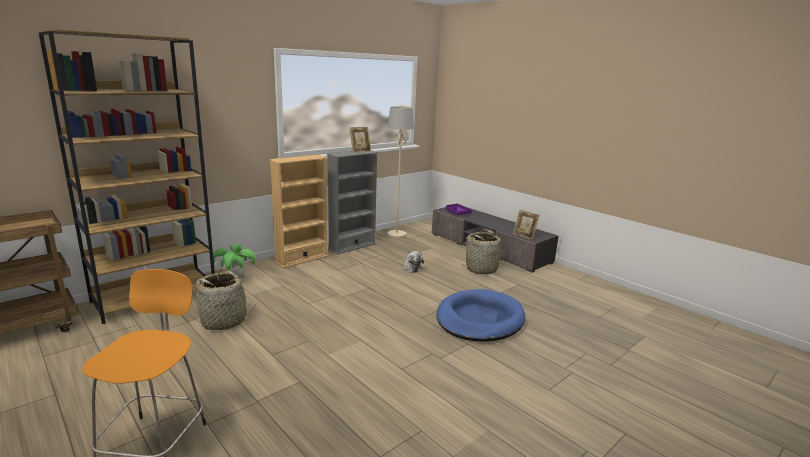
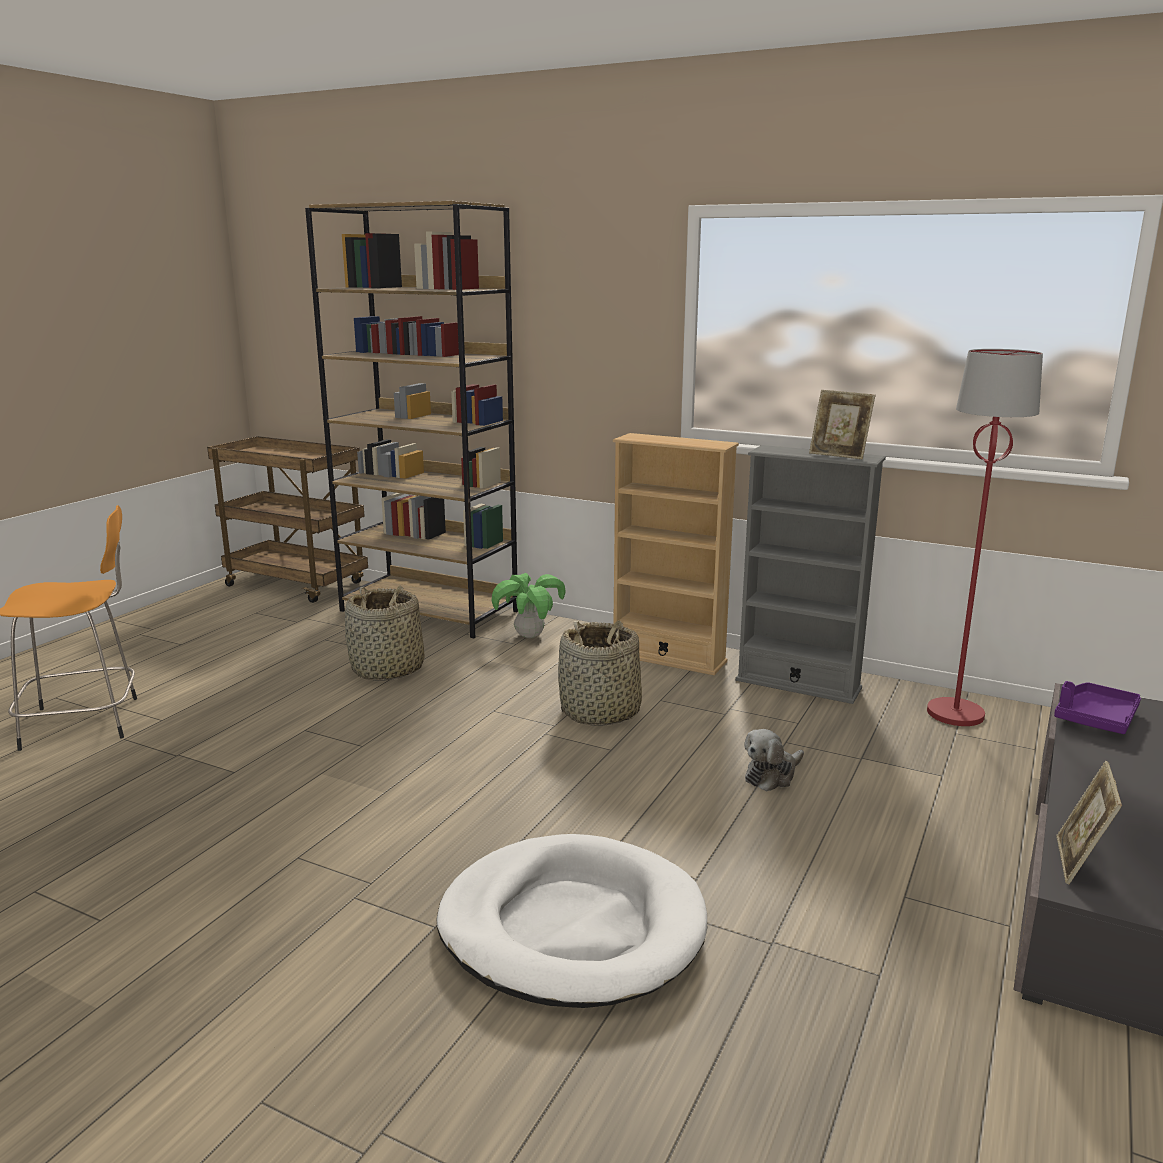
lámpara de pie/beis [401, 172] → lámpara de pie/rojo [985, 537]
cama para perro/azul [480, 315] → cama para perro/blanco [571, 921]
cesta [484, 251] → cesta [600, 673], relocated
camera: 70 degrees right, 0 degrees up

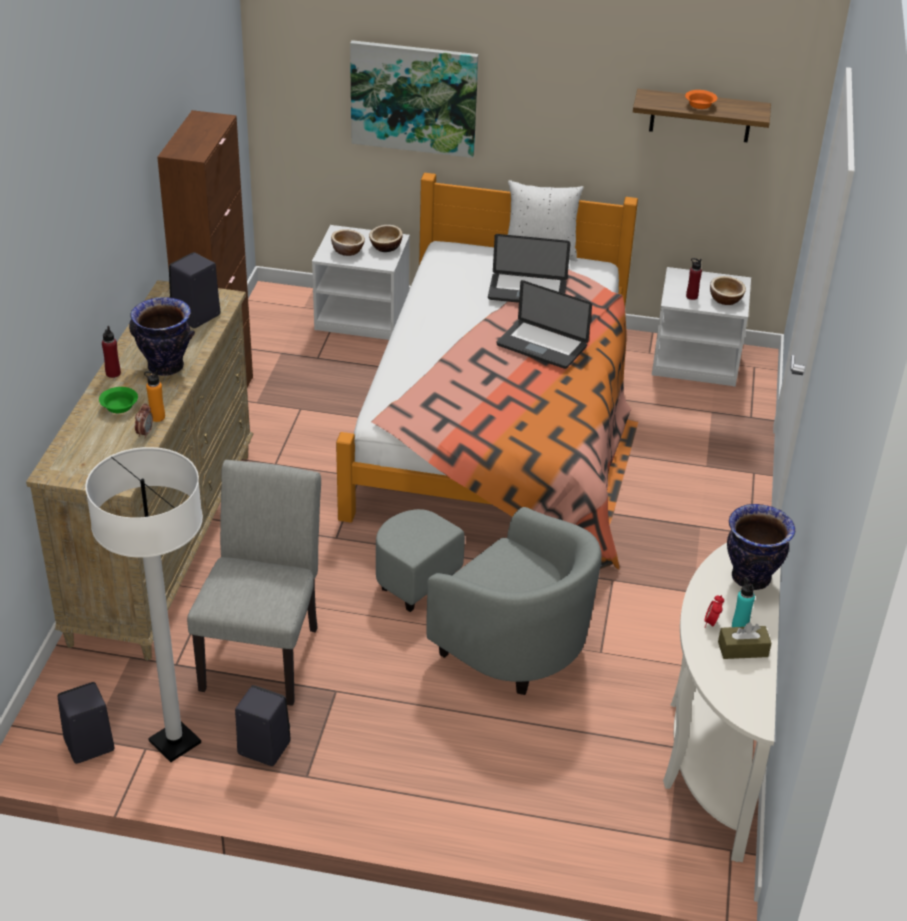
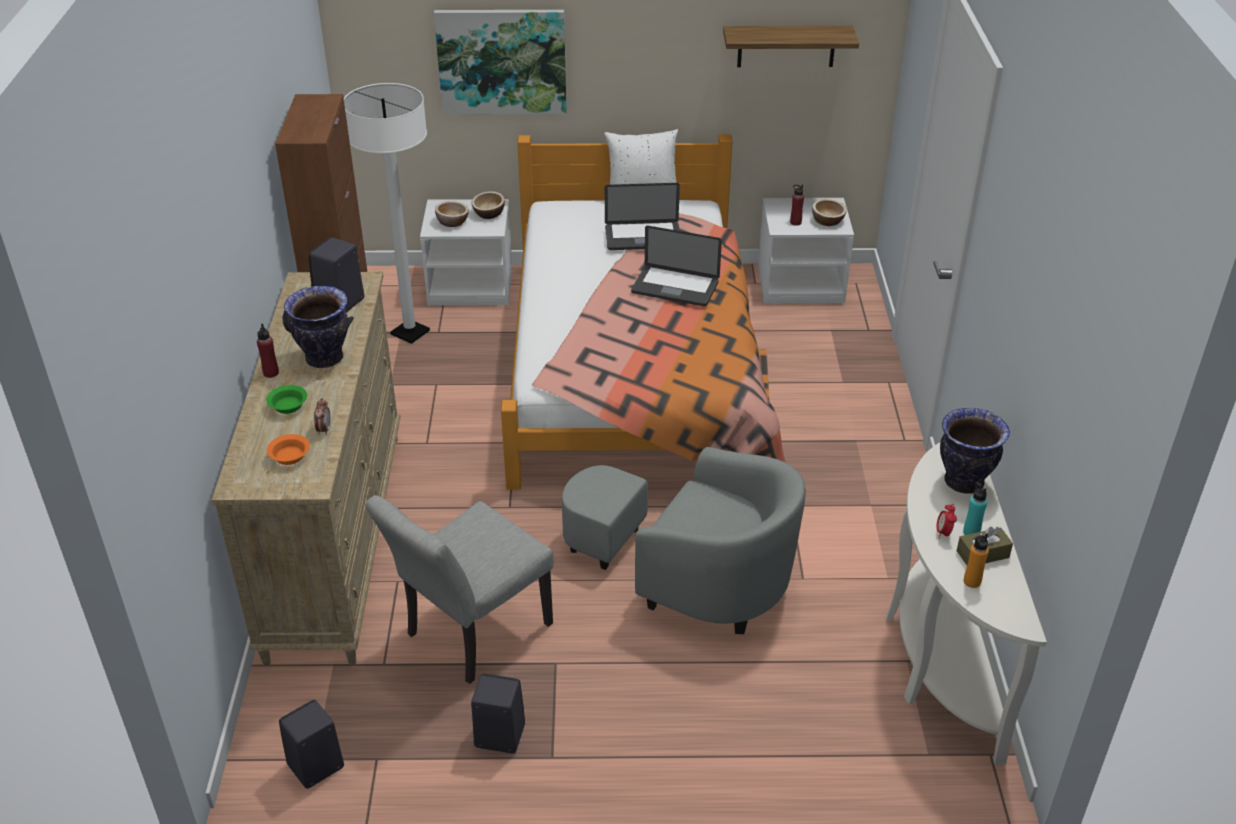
lámpara de pie/blanco [144, 604] → lámpara de pie/blanco [387, 213], relocated
botella/naranja [154, 396] → botella/naranja [976, 560], relocated
silla/gris [254, 583] → silla/gris [459, 589], 135 degrees counterclockwise
cuenco/naranja [701, 99] → cuenco/naranja [288, 449], relocated
camera: 10 degrees left, 0 degrees up

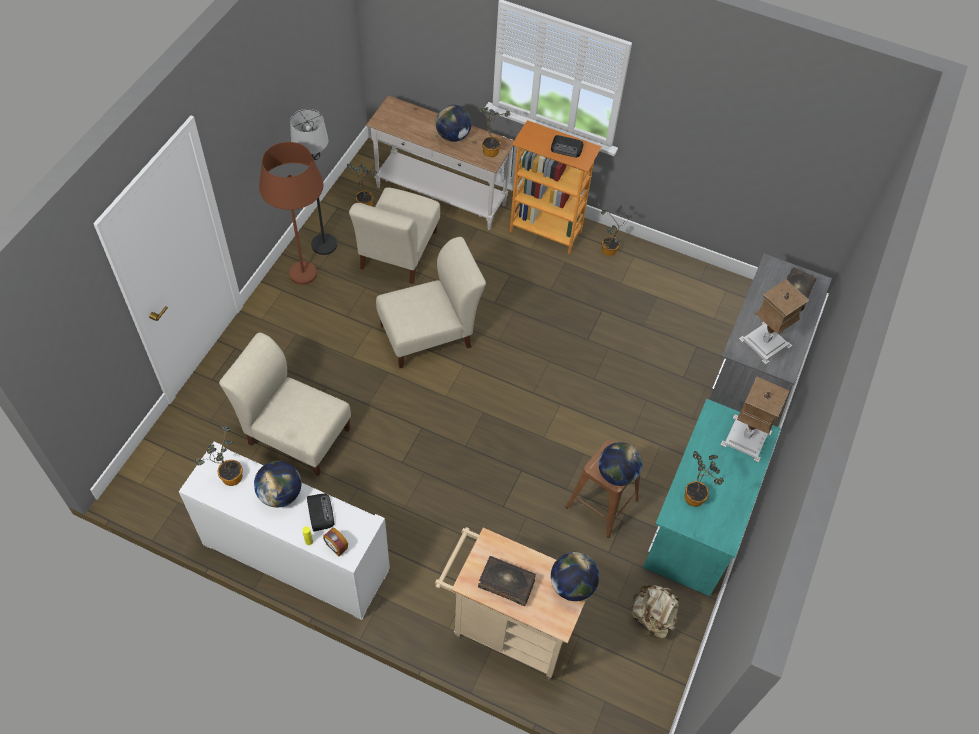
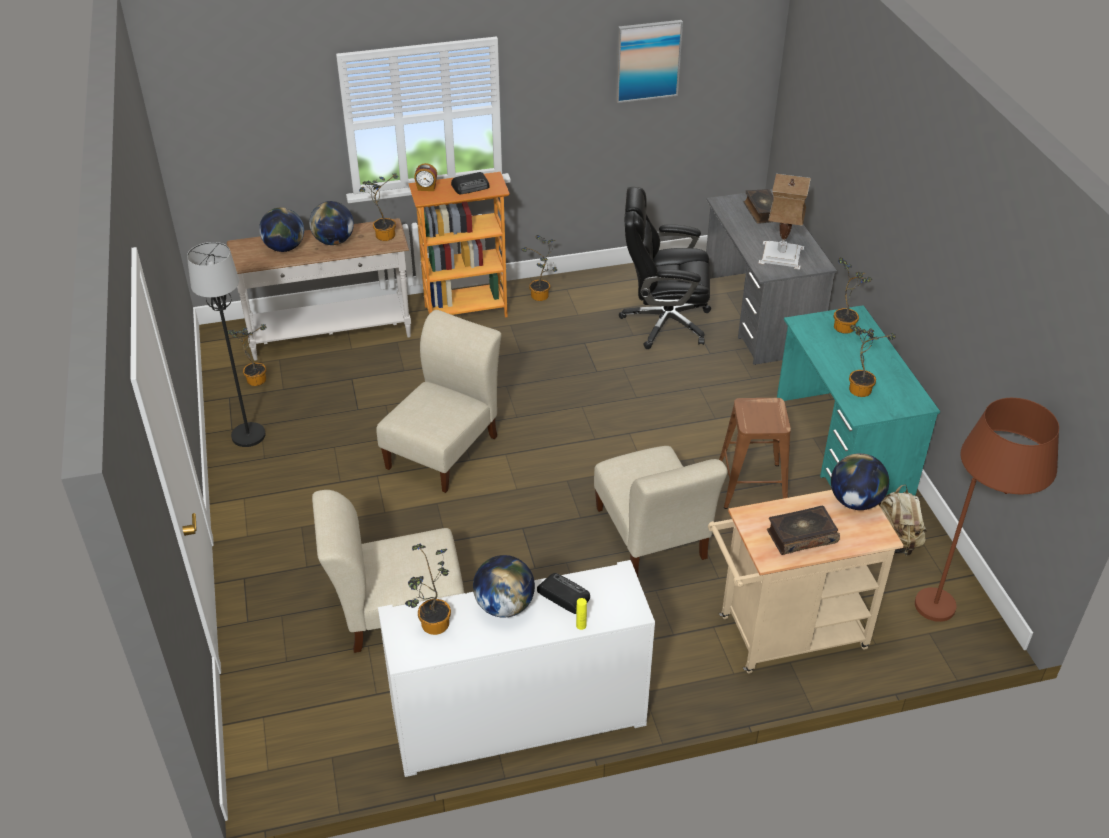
lámpara de pie/marrón [291, 213] → lámpara de pie/marrón [987, 510], relocated
despertador [335, 542] → despertador [425, 177], relocated
silla/beis [394, 235] → silla/beis [661, 511], relocated
globo terráqueo [620, 464] → globo terráqueo [281, 229], relocated
lámpara de mesa [755, 419] → planta en maceta [853, 295]
- → cuadro [649, 61]
- → silla de oficina/negro [665, 268]
camera: 35 degrees left, 15 degrees down

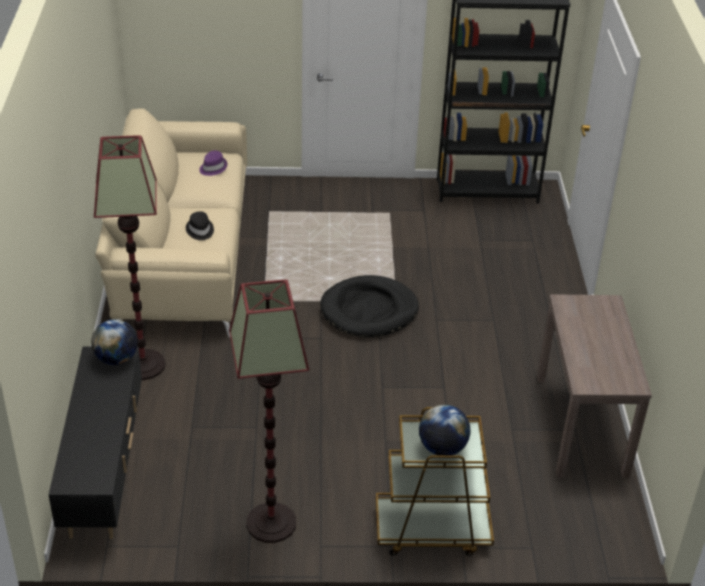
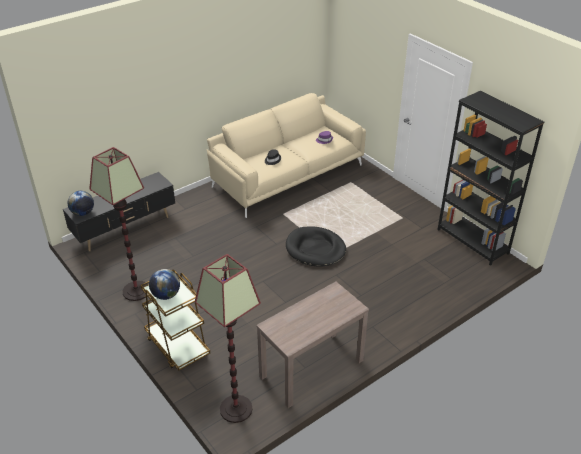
globo terráqueo [114, 342] → globo terráqueo [80, 203], relocated
lámpara de pie [130, 257] → lámpara de pie [228, 338], relocated
camera: 55 degrees right, 0 degrees up

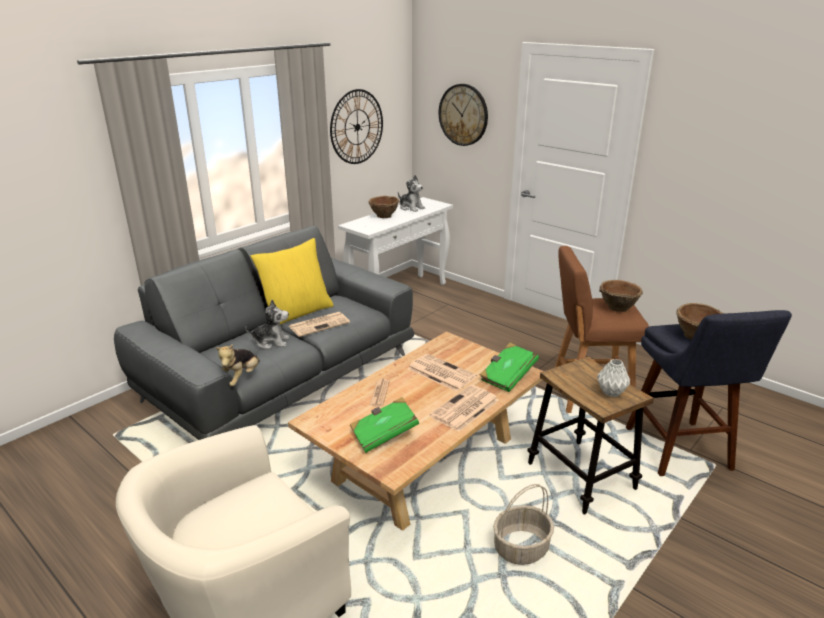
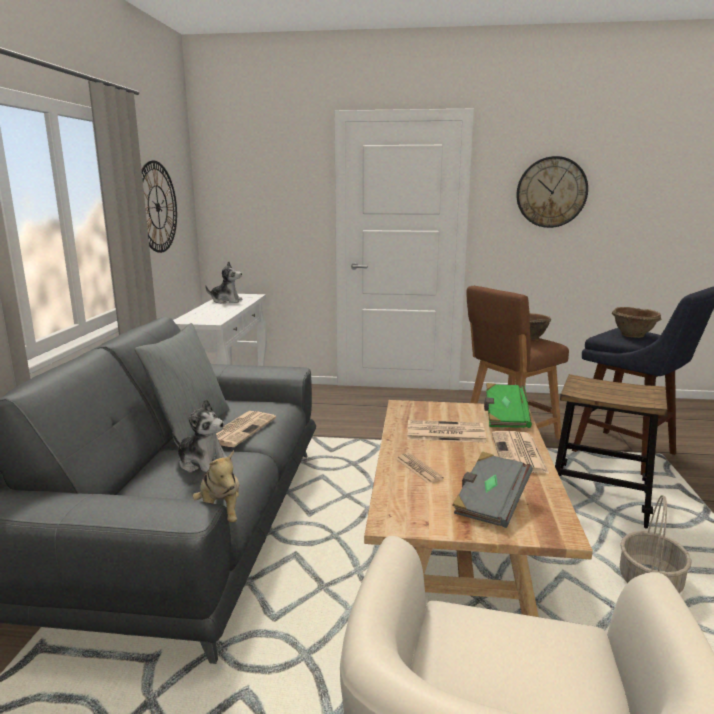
peluche [267, 324] → peluche [200, 436], 60 degrees clockwise
cojín/amarillo [292, 281] → cojín/gris [182, 383]
libro/verde [384, 425] → libro/gris [492, 490]
cuenco/marrón [383, 207] → -
reloj de pared [463, 115] → reloj de pared [552, 192], relocated
florero/gris [613, 378] → -
camera: 35 degrees left, 10 degrees down

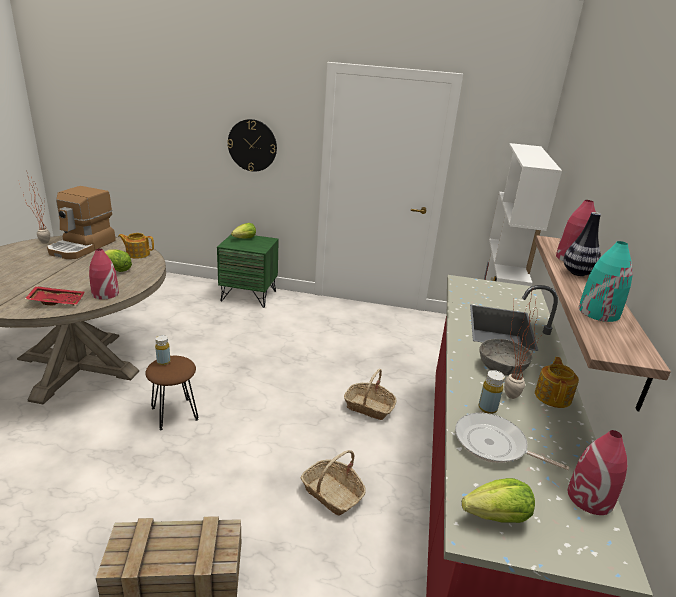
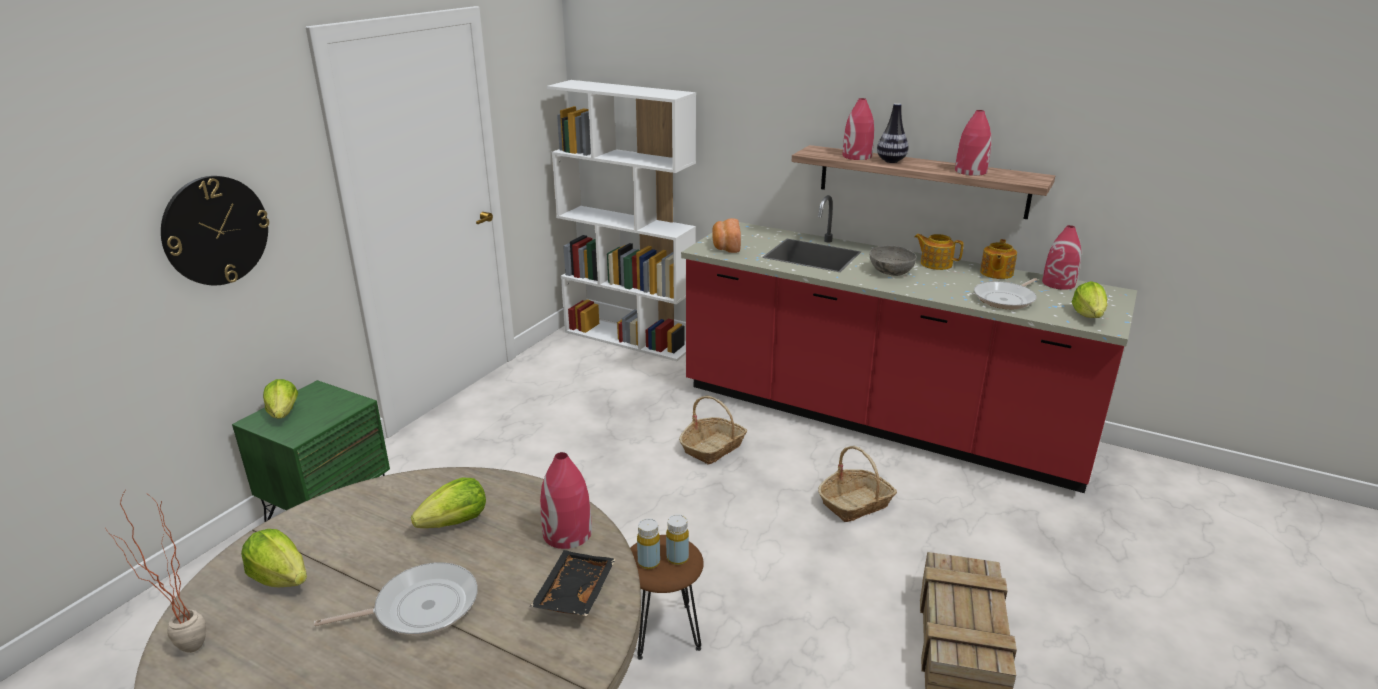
bandeja/rojo [55, 295] → bandeja/negro [573, 583]
cafetera [81, 222] → lechuga [274, 558]
tetera [136, 246] → tetera [998, 259], relocated
botella/amarillo [491, 392] → botella/amarillo [677, 539], relocated
planta en maceta [522, 344] → -
florero/turquesa [606, 281] → florero/rojo [973, 143]
- → sartén [396, 599]
- → pan [726, 235]
camera: 70 degrees left, 0 degrees up

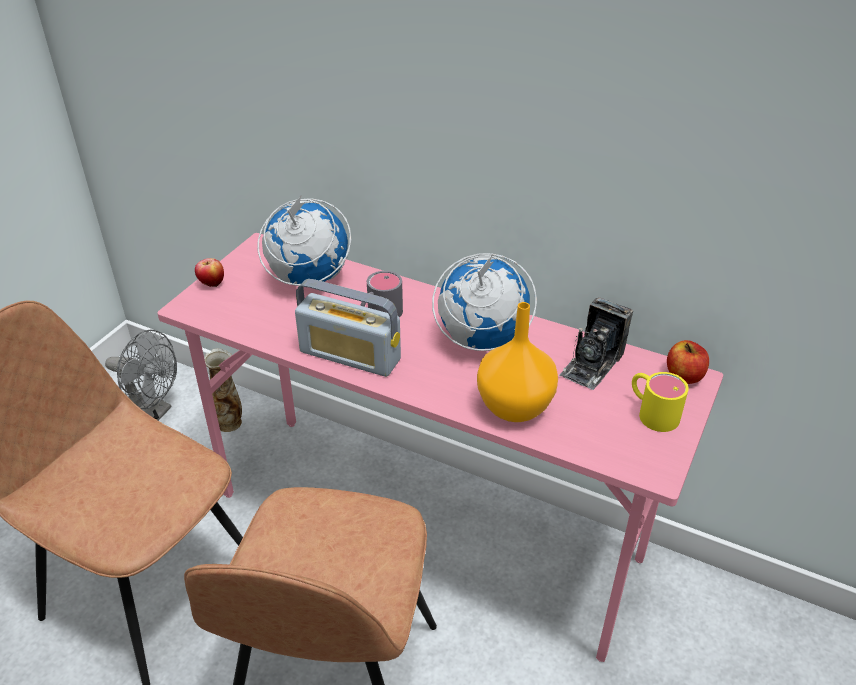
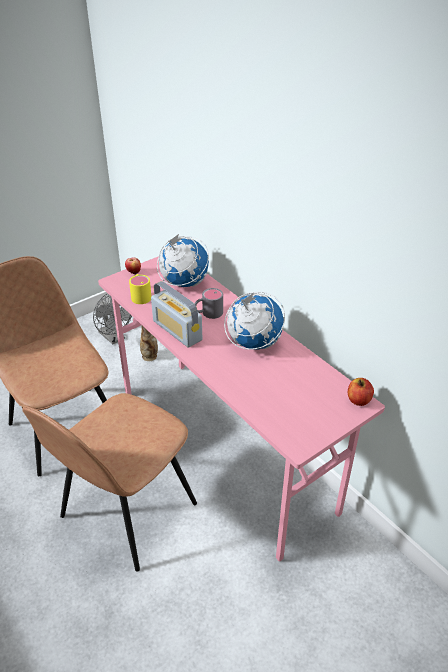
florero/naranja [517, 362] → -
cámara [596, 343] → -
taza grande/amarillo [660, 402] → taza grande/amarillo [140, 289], relocated
camera: 25 degrees right, 0 degrees up

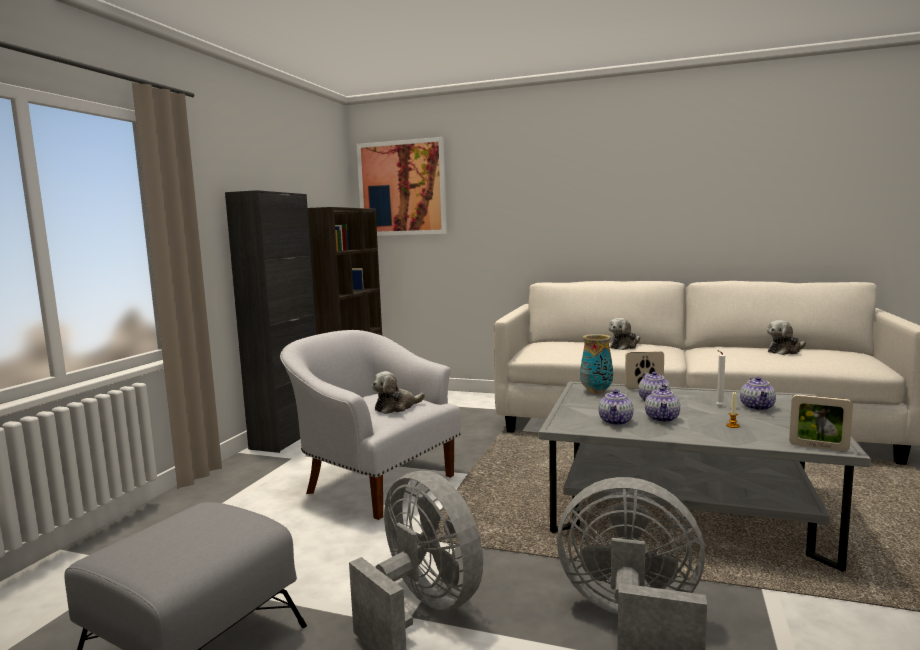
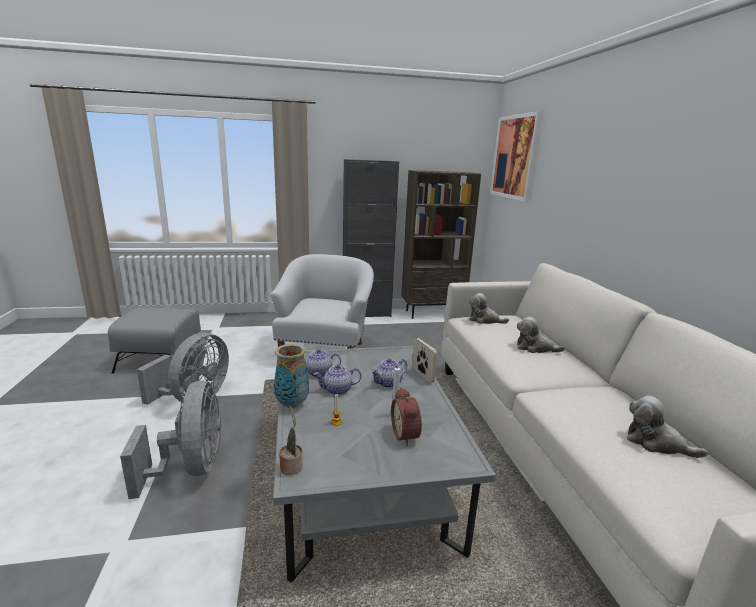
peluche [398, 392] → peluche [489, 308], relocated
florero [596, 364] → florero [291, 376], relocated
tetera [758, 393] → despertador [406, 416]
portarretratos [821, 423] → planta en maceta [291, 440]
camera: 60 degrees right, 10 degrees up

